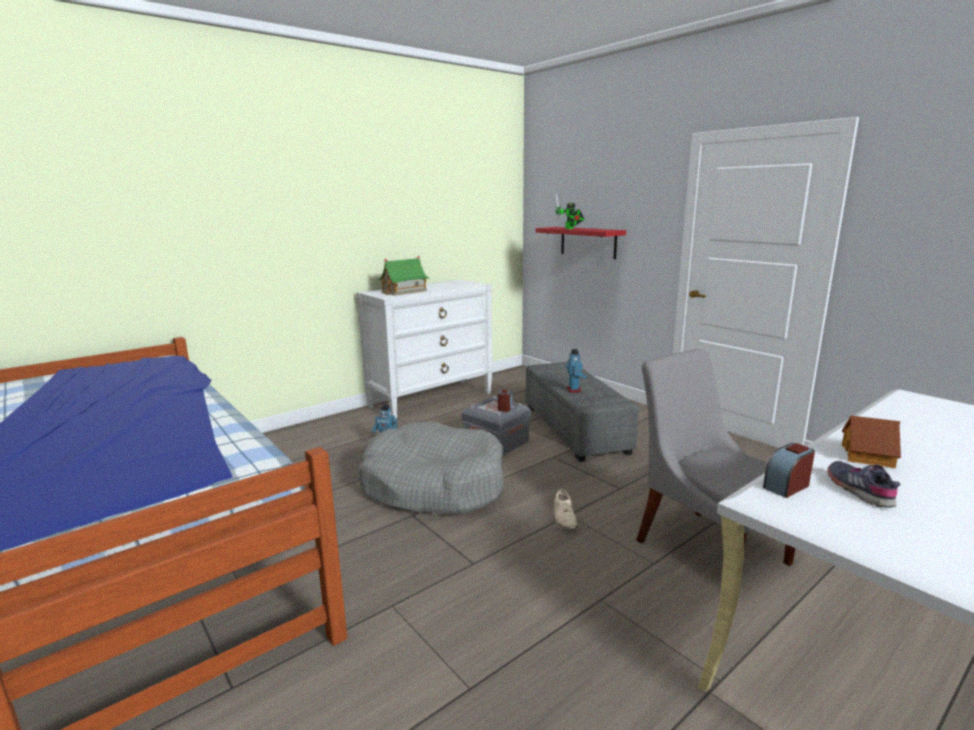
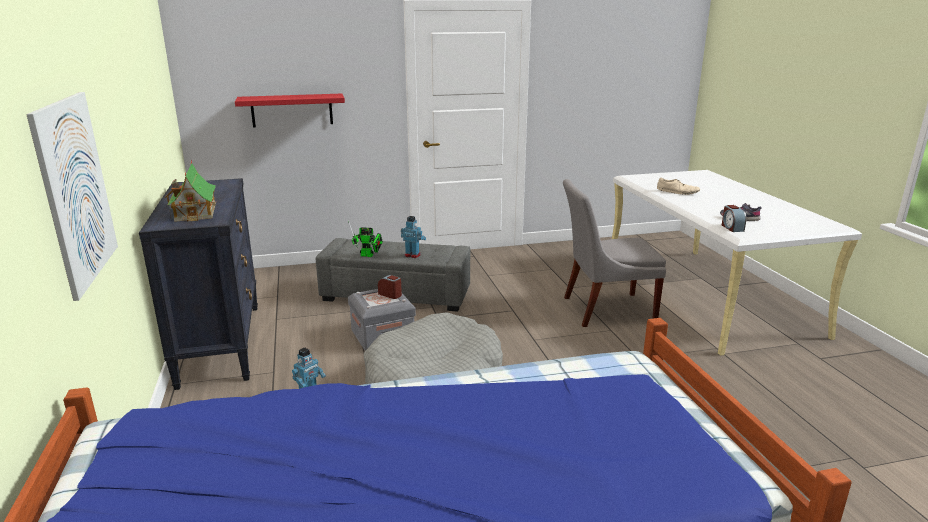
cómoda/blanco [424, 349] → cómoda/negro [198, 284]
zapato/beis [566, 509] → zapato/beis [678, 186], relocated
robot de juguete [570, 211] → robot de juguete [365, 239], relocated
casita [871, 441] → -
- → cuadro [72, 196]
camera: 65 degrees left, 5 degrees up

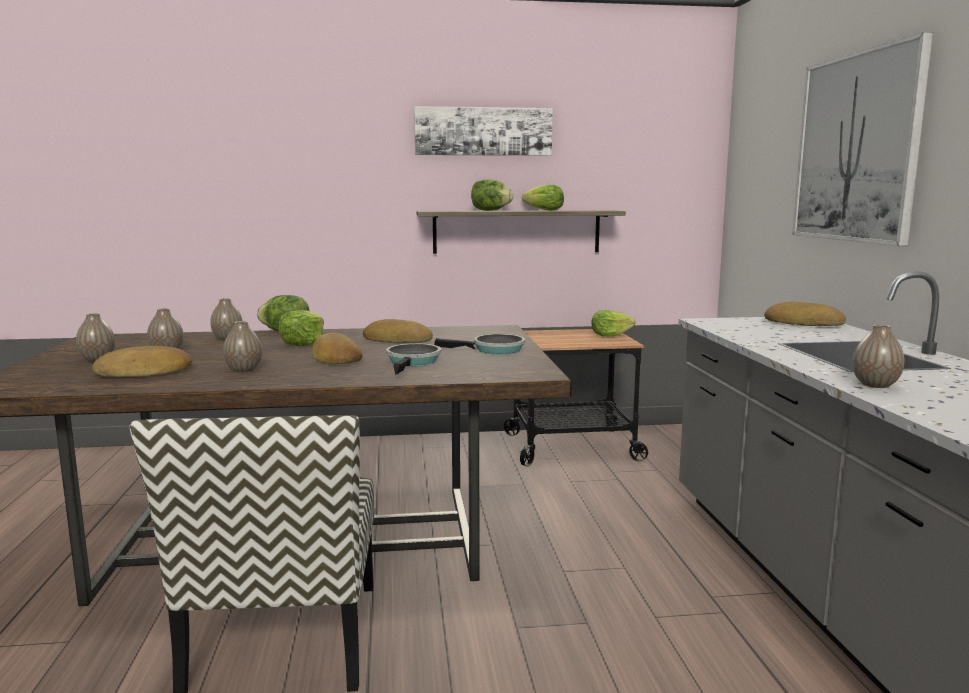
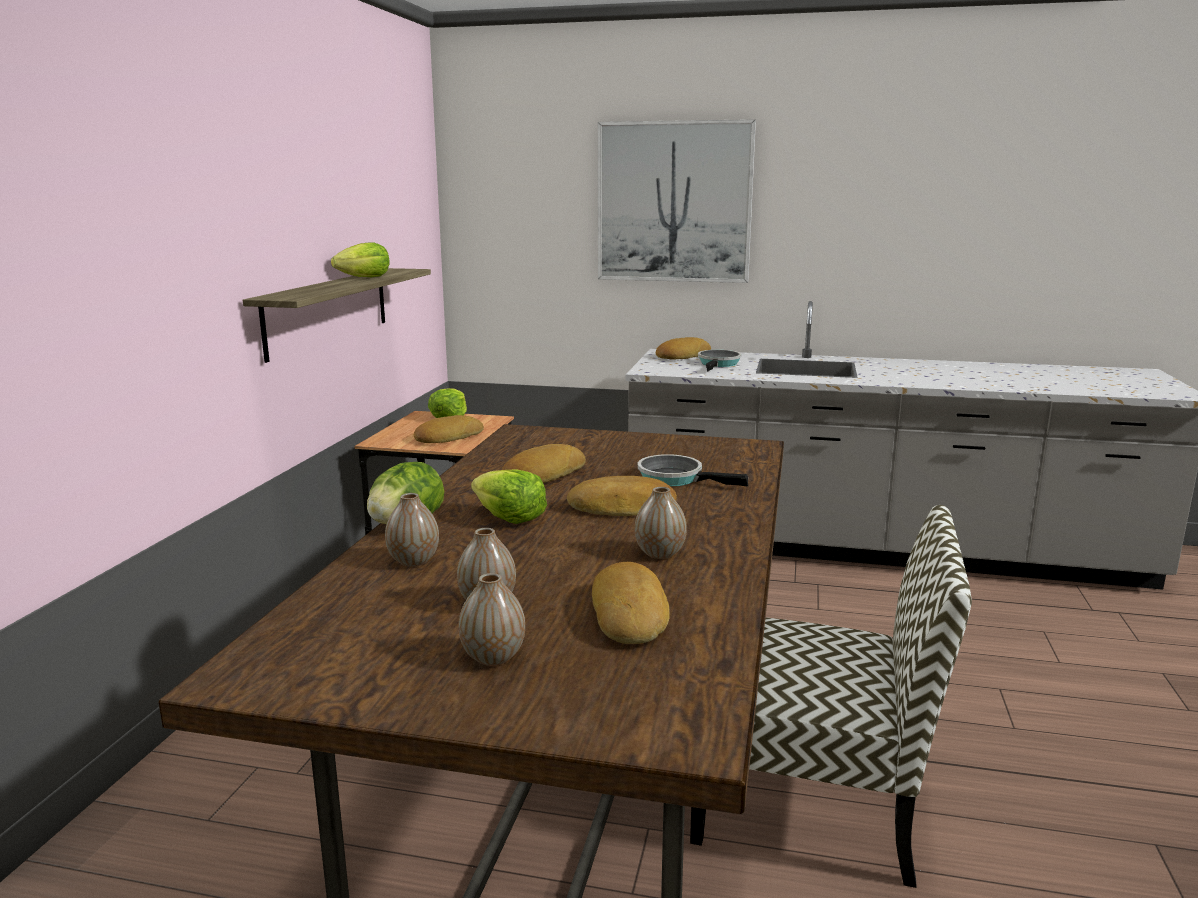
cuadro [483, 131] → -
sartén [479, 344] → sartén [720, 360], relocated
lechuga [492, 195] → -
florero [878, 356] → -
- → pan [449, 429]
camera: 70 degrees left, 5 degrees up

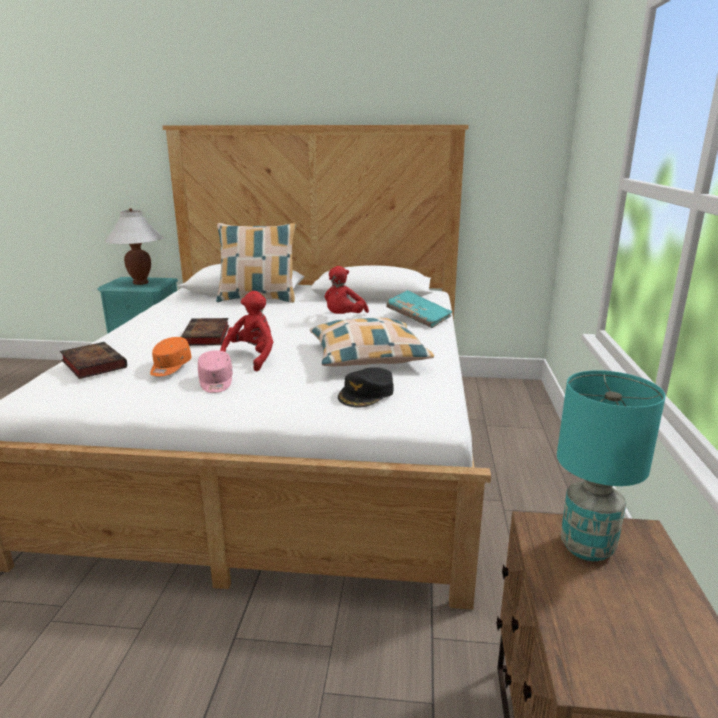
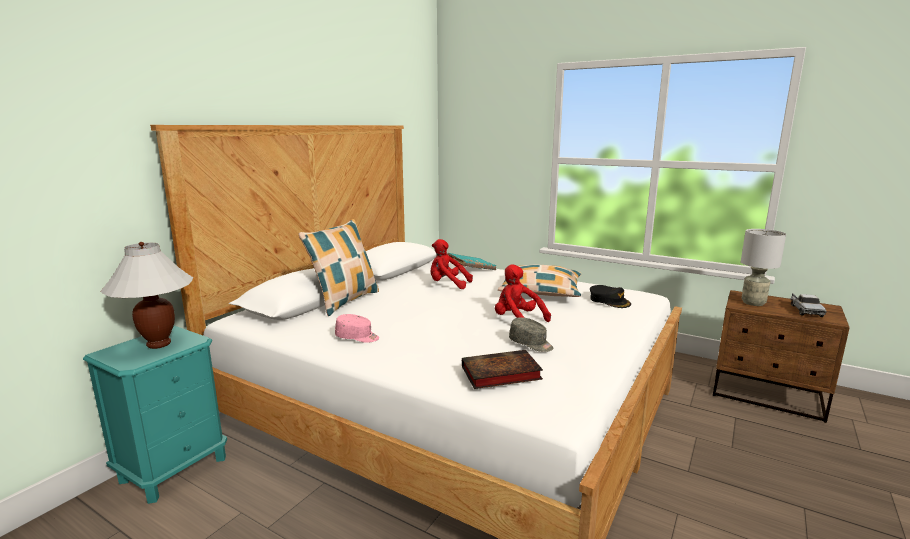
gorra/naranja [171, 356] → gorra/gris [531, 334]
libro [205, 332] → -
gorra/rosa [215, 371] → gorra/rosa [357, 328], relocated
peluche/rojo [347, 290] → peluche/rojo [451, 264], 150 degrees clockwise
lámpara de mesa/turquesa [611, 465] → lámpara de mesa/gris [763, 267]
- → camión de juguete [808, 305]
camera: 65 degrees left, 5 degrees down

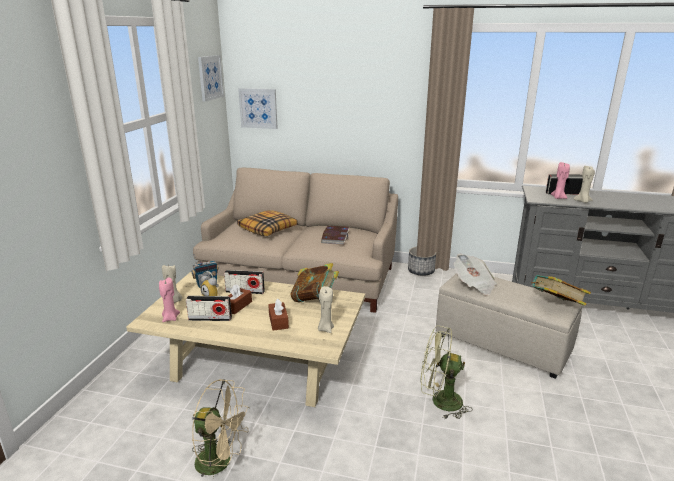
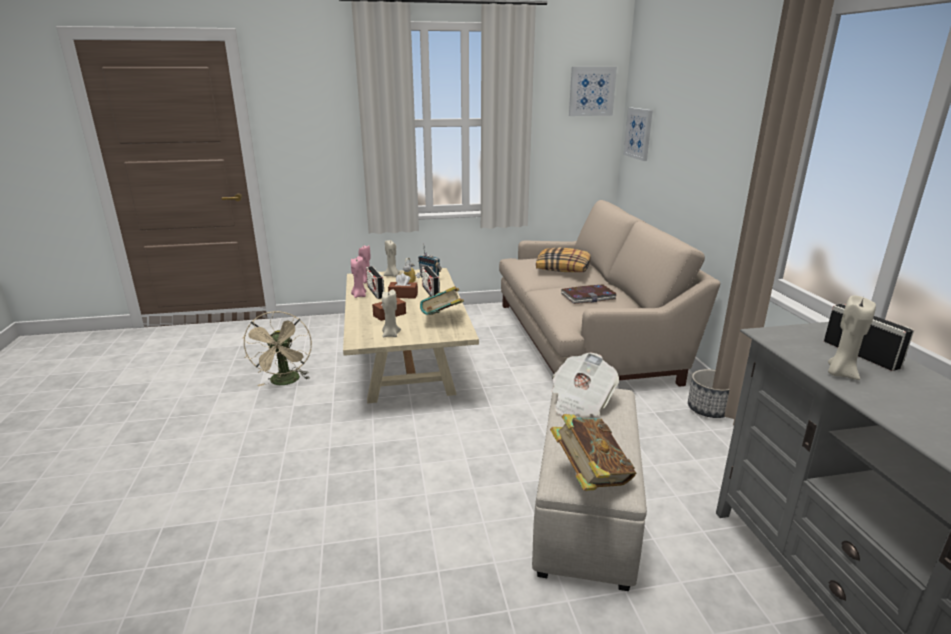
ventilador/verde [447, 372] → -
vela/rosa [560, 180] → vela/rosa [358, 277], relocated
camera: 65 degrees right, 0 degrees up

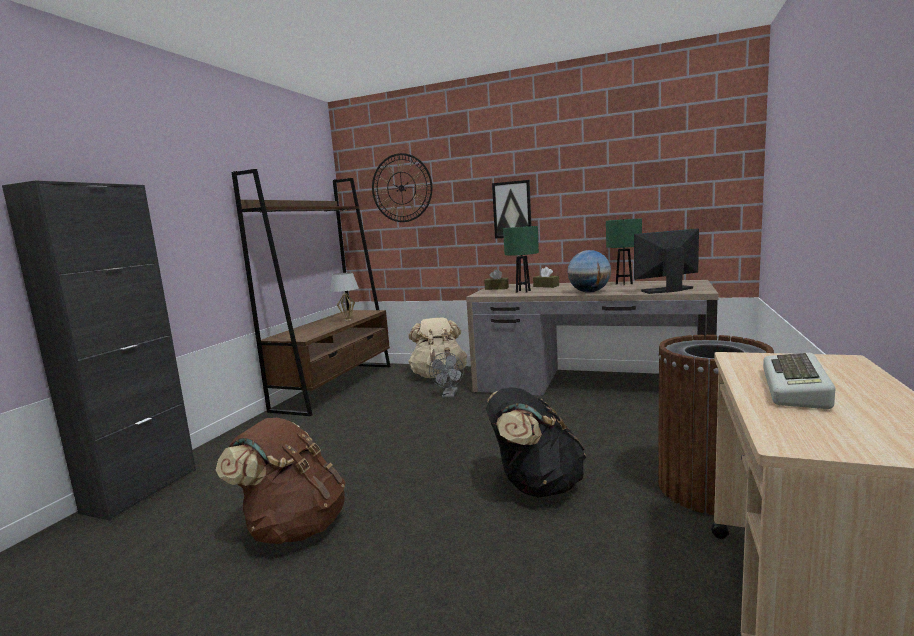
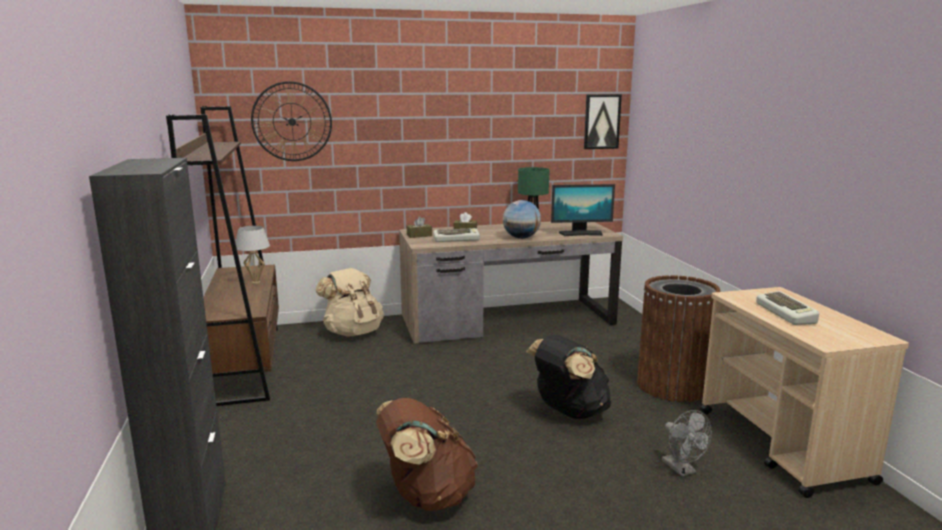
ventilador/gris [446, 374] → ventilador/gris [687, 443], relocated
cuadro [512, 209] → cuadro [603, 121], relocated
lámpara de mesa/verde [521, 259] → teclado [456, 235]
monitor [666, 261] → monitor [583, 210], 135 degrees counterclockwise
camera: 35 degrees left, 5 degrees up

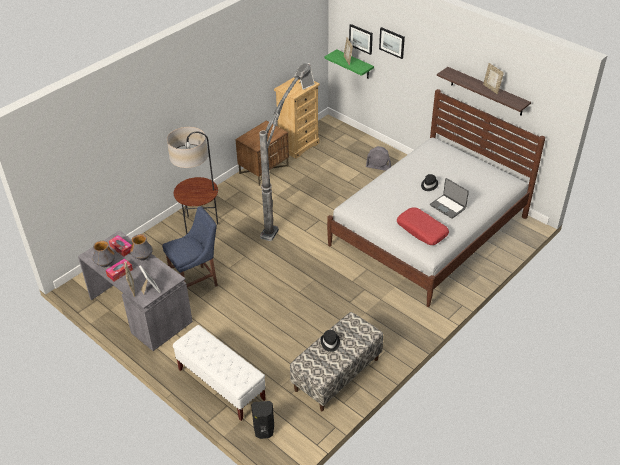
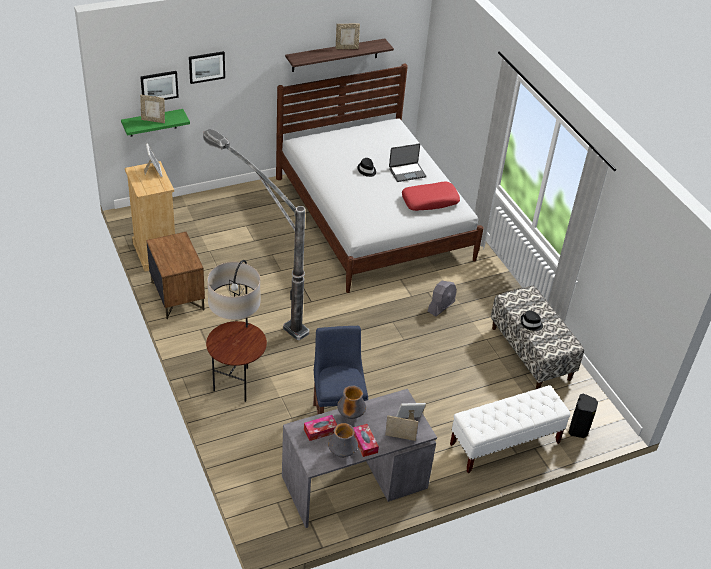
ventilador/gris [378, 158] → ventilador/gris [442, 299], relocated
camera: 70 degrees left, 0 degrees up

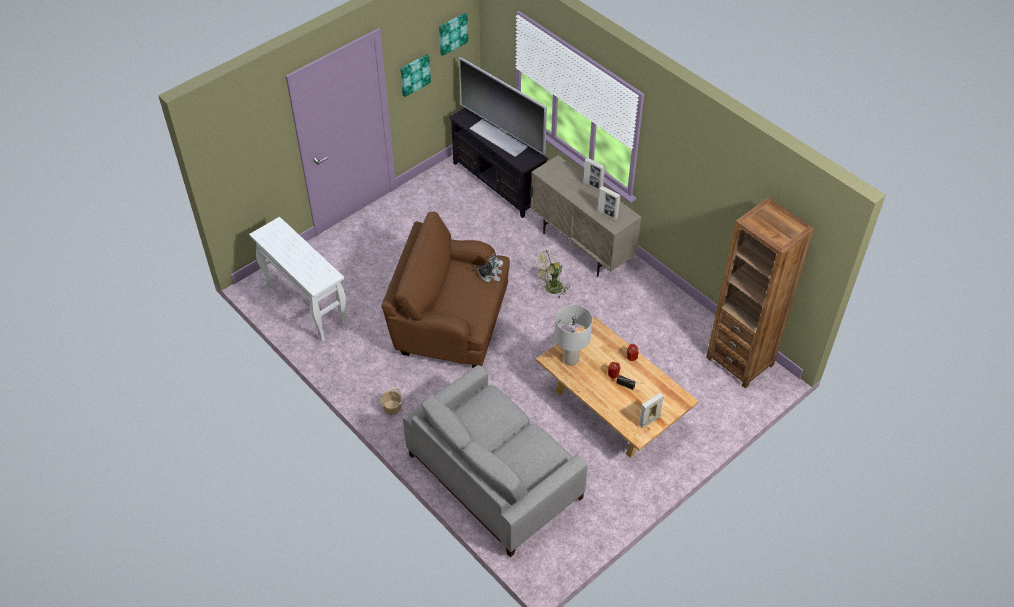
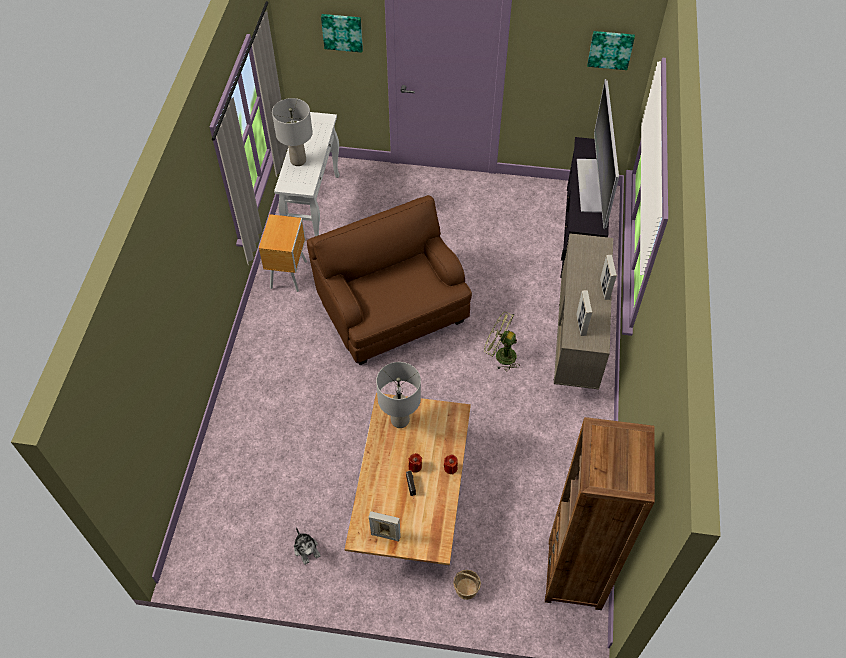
cesta [391, 401] → cesta [467, 585], relocated
cuadro [415, 75] → cuadro [342, 33], relocated
sofá/gris [495, 461] → -
peluche [488, 267] → peluche [307, 546], relocated
- → mesita de noche/marrón [283, 253]
- → lámpara de mesa/gris [292, 132]
camera: 50 degrees right, 5 degrees up

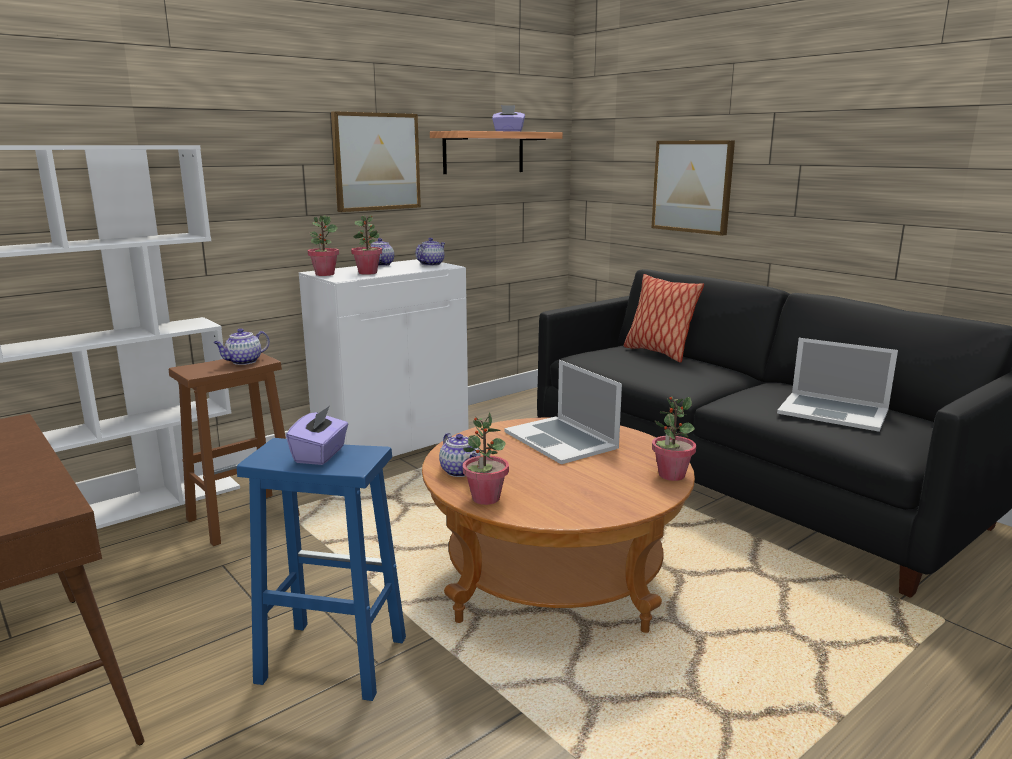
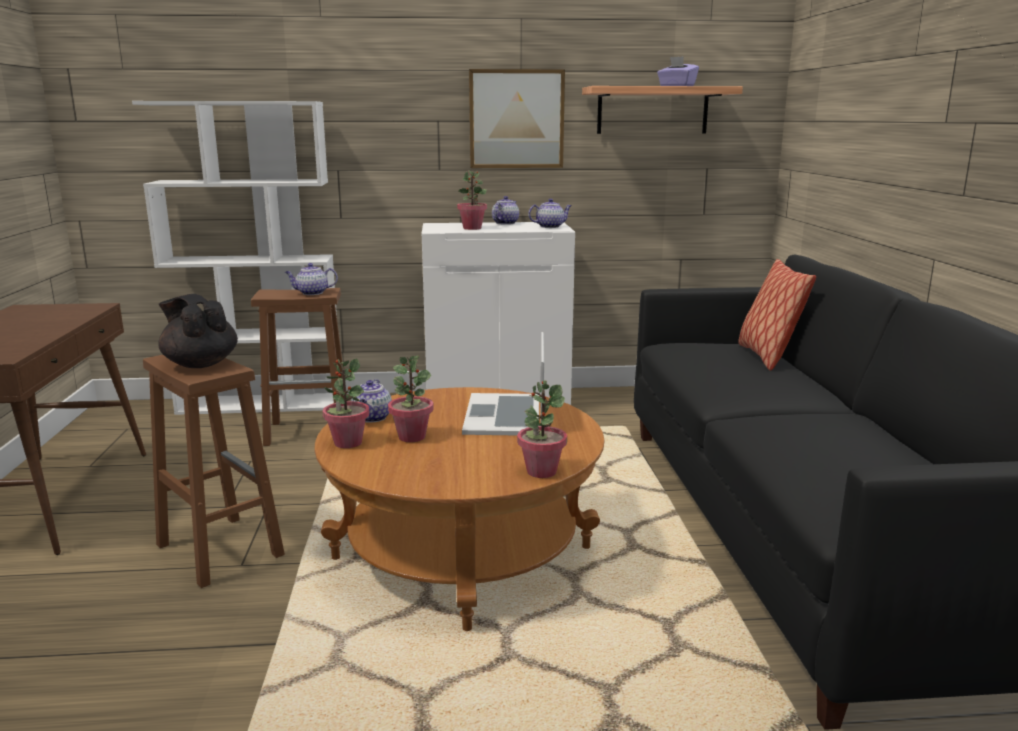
taburete/azul [321, 569] → taburete/marrón [214, 471]
caja de pañuelos/morado [317, 435] → tetera/negro [198, 331]
planta en maceta [323, 246] → planta en maceta [411, 399], relocated
cuadro [693, 188] → -
portátil [837, 385] → -
camera: 35 degrees right, 0 degrees up

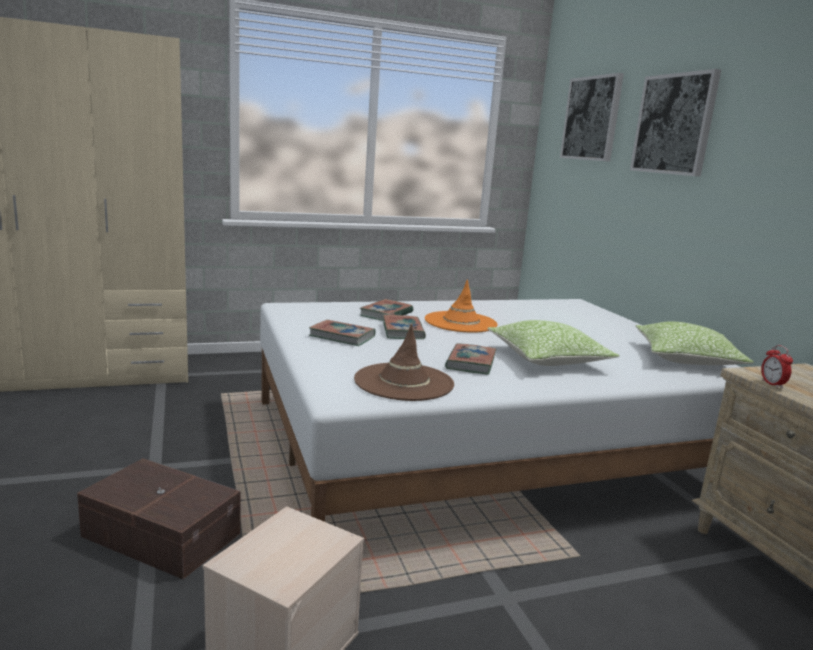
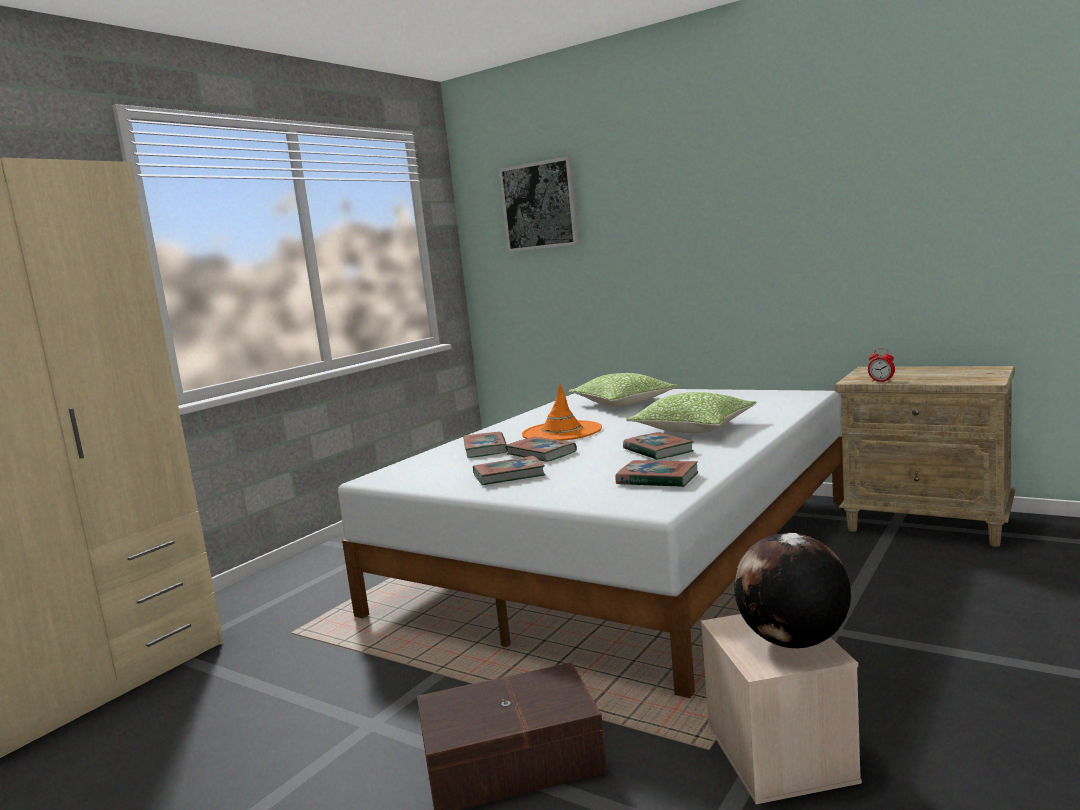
sombrero/marrón [404, 362] → libro [656, 473]
cuadro [675, 123] → -
cojín [694, 343] → cojín [623, 390], relocated
- → globo terráqueo [792, 591]
camera: 35 degrees left, 5 degrees down

